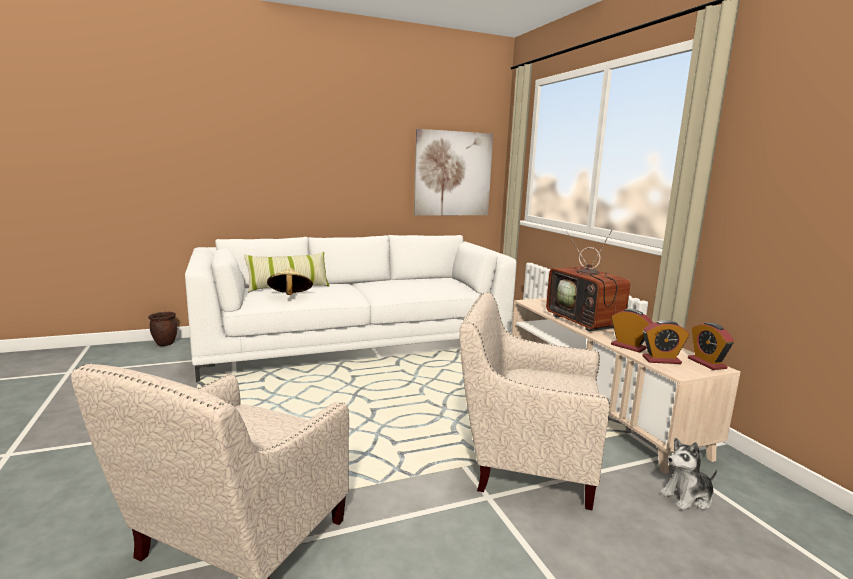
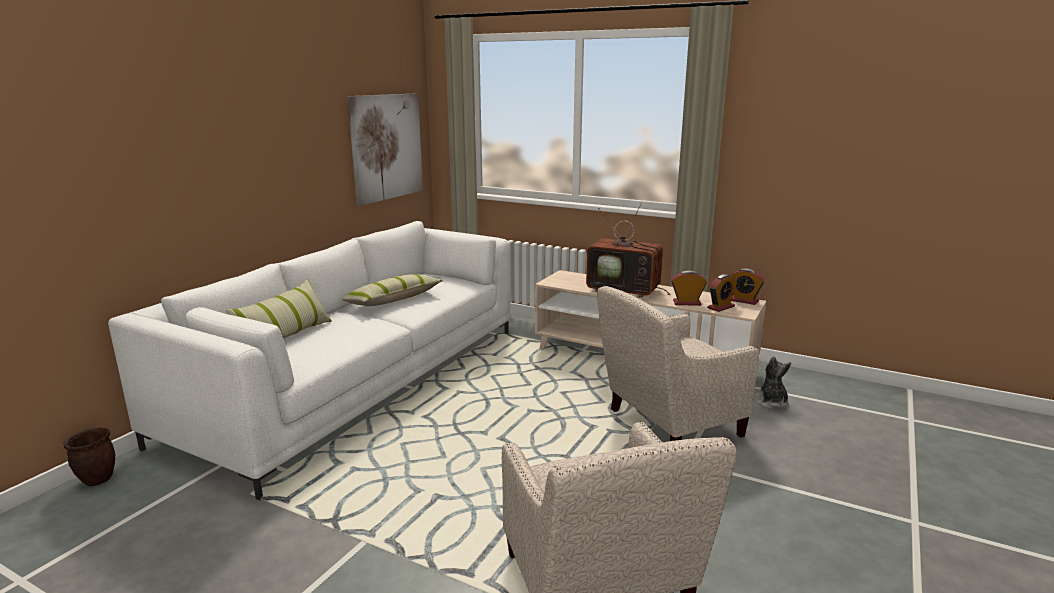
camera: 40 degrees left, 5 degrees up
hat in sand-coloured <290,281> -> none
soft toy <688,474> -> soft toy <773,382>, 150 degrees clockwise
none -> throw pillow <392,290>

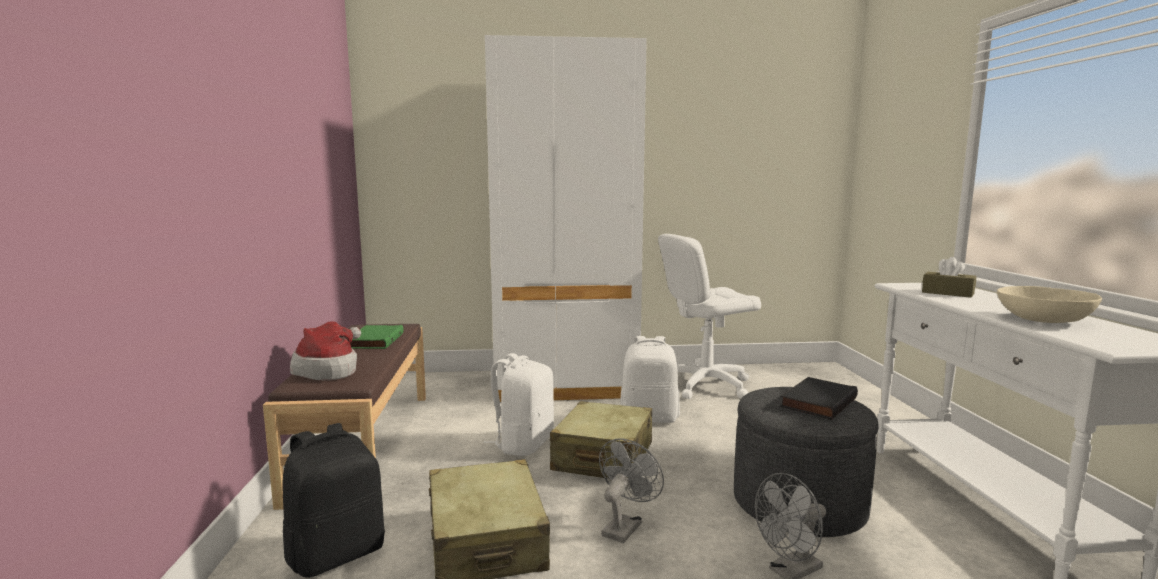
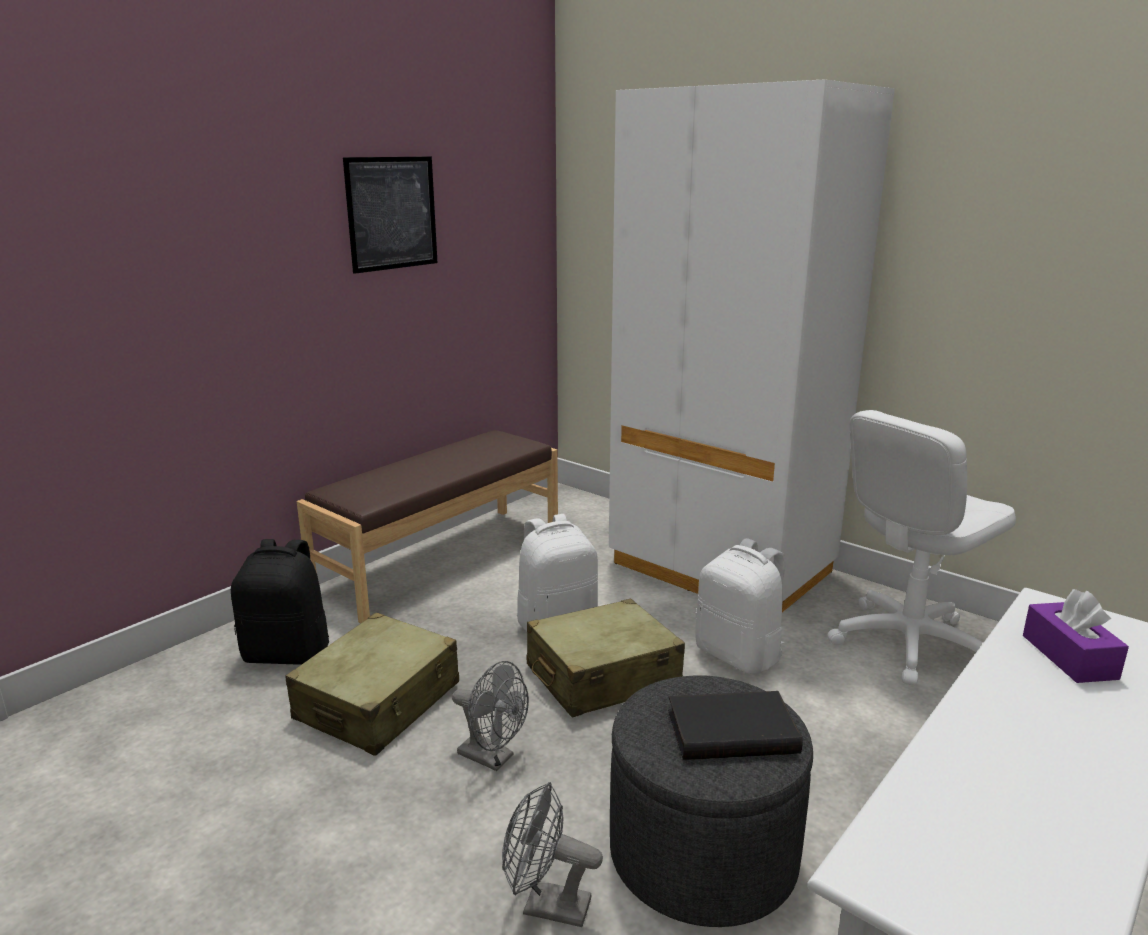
camera: 45 degrees right, 10 degrees up
computer chair in white <709,316> -> computer chair in white <921,548>, 60 degrees counterclockwise
tissue holder in brown-coloured <949,277> -> tissue holder in purplish <1076,636>
deep dish in sand-coloured <1049,304> -> none
hat <325,351> -> none
bound book in green-coloured <377,337> -> none
electric fan in greyish <631,490> -> electric fan in greyish <490,716>, 45 degrees clockwise
none -> wall art <390,215>

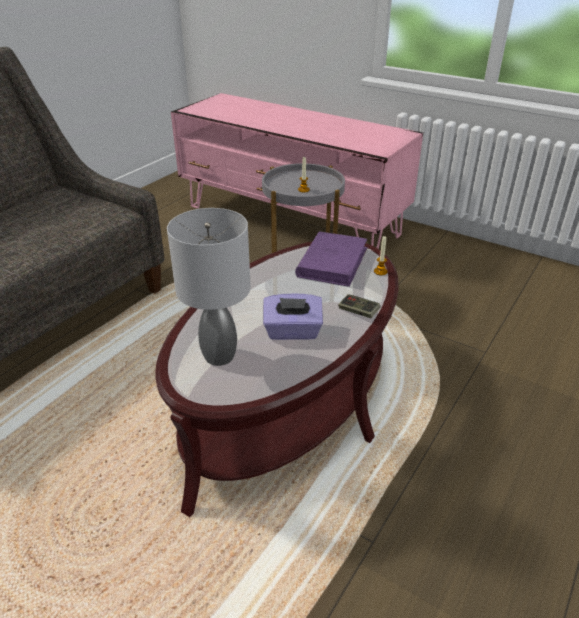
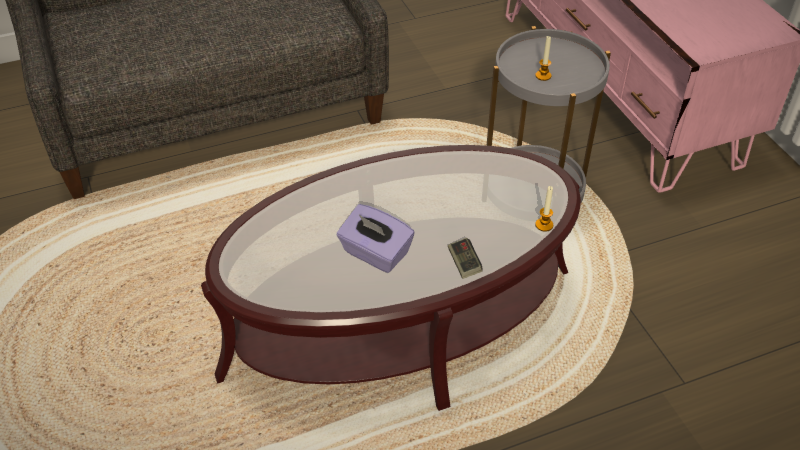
camera: 35 degrees right, 10 degrees up
table lamp in greyish <209,287> -> none
bound book in purplish <331,259> -> none

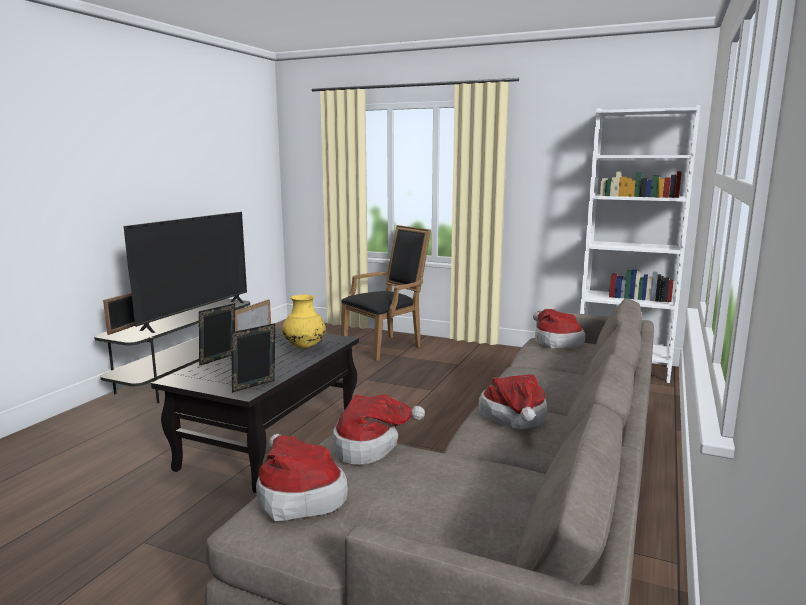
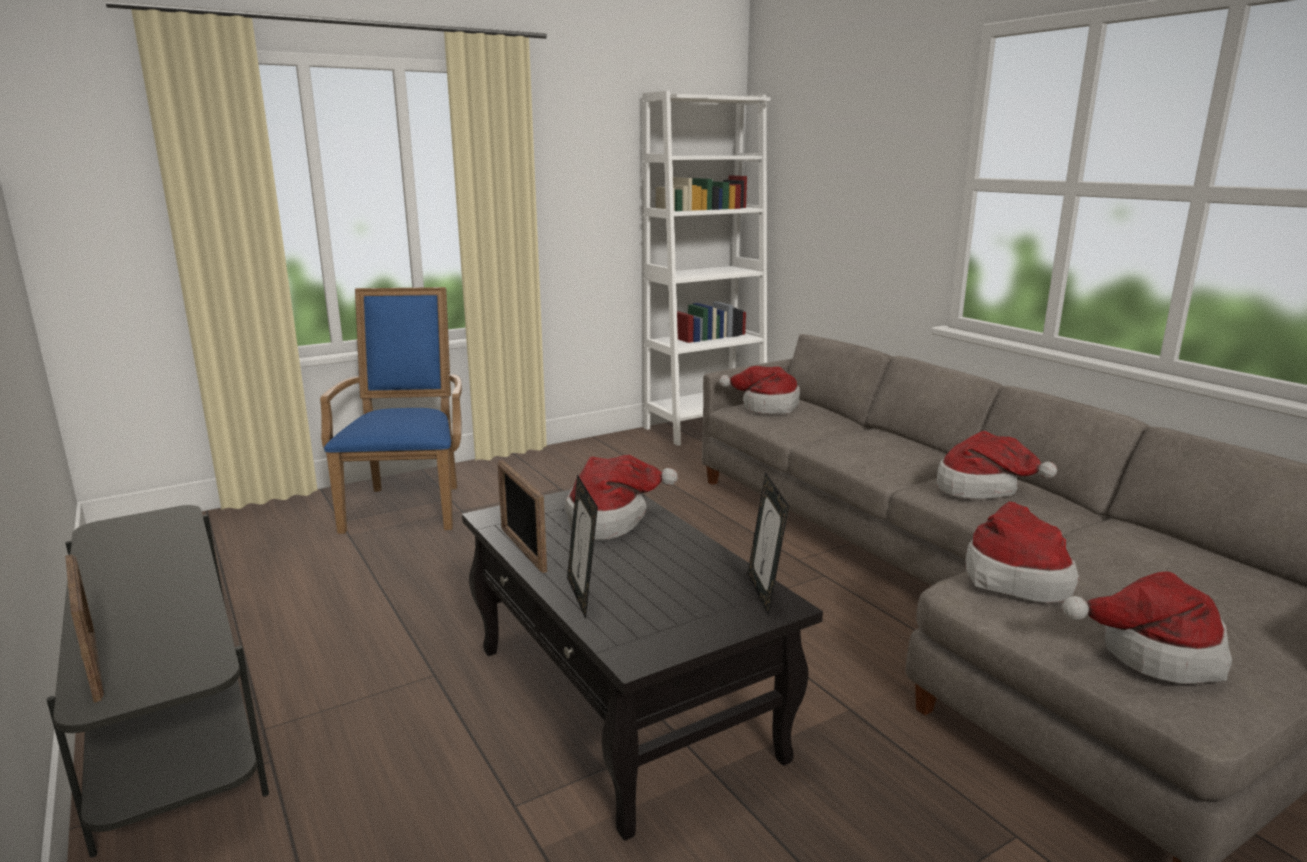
camera: 55 degrees left, 5 degrees up
television <185,272> -> none
armchair in blackish <386,293> -> armchair in blue <391,410>
flower vase in yellow-coloured <304,321> -> hat <621,497>

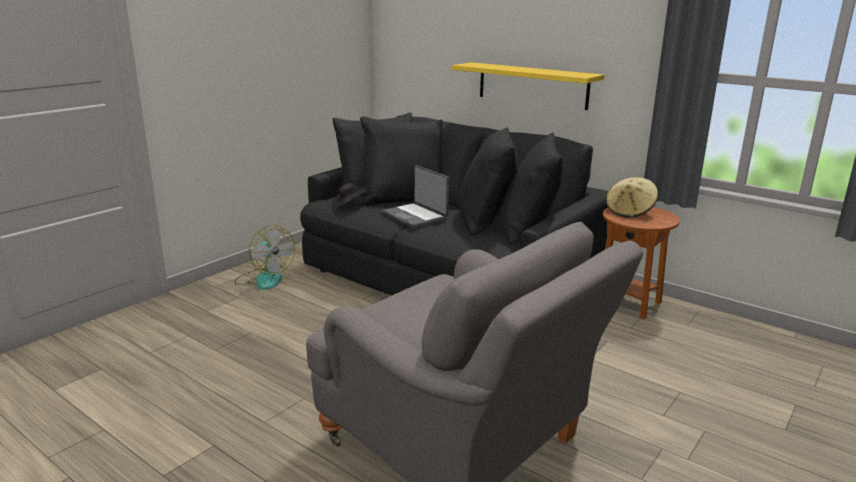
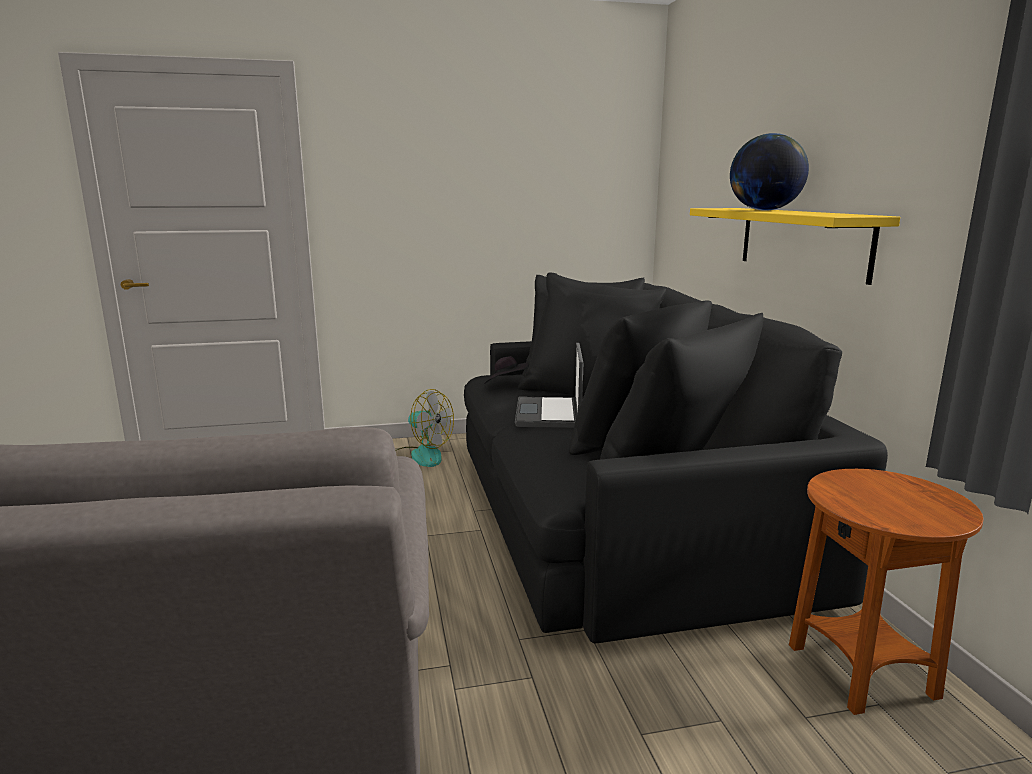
camera: 40 degrees right, 5 degrees down
hat in sand-coloured <632,197> -> none
electric fan <264,257> -> electric fan <424,428>, 60 degrees counterclockwise
none -> world globe <769,172>

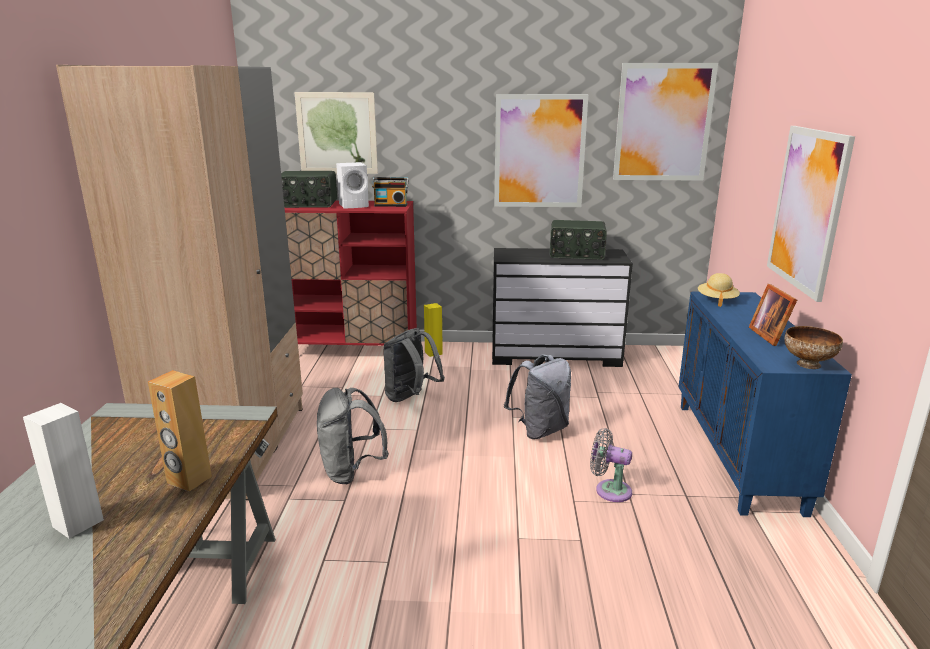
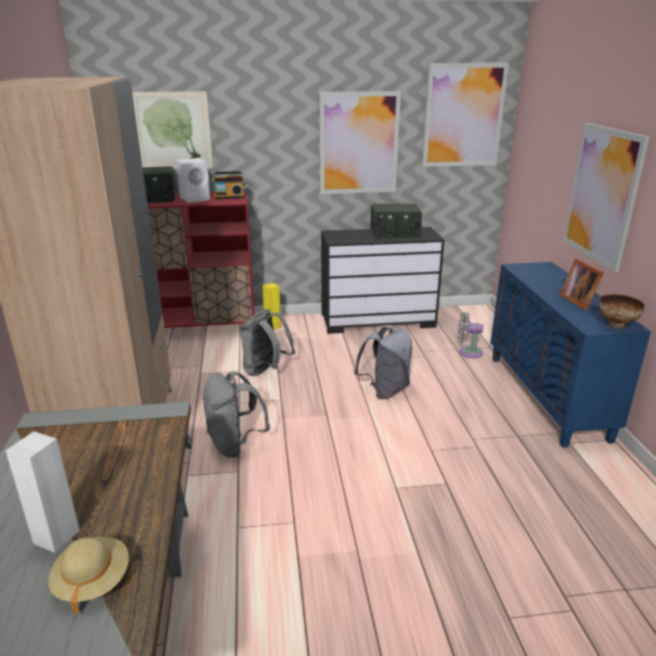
camera: 10 degrees left, 5 degrees up
hat in sand-coloured <719,290> -> hat in sand-coloured <88,576>, move
audio speaker in brown-coloured <180,431> -> none
electric fan in greyish <611,465> -> electric fan in greyish <470,335>, move

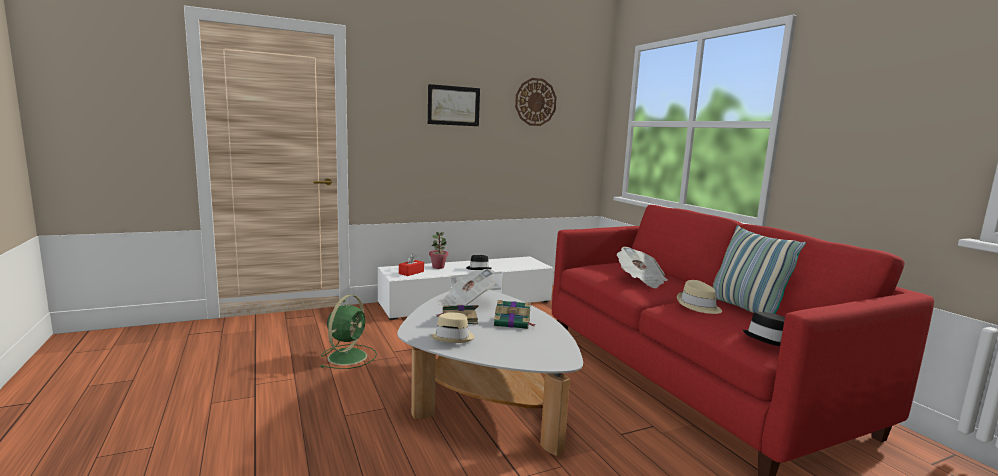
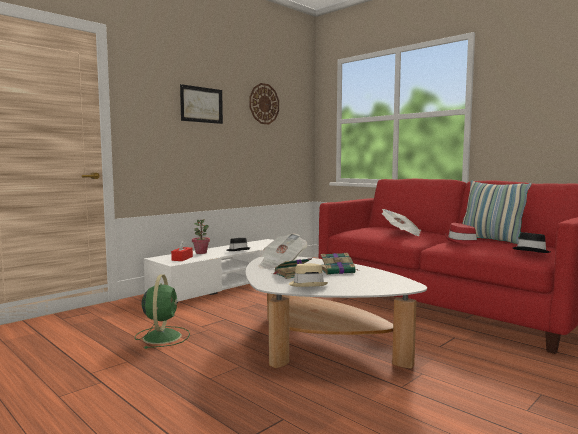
camera: 20 degrees left, 5 degrees down
hat in sand-coloured <699,297> -> hat in reddish <463,233>

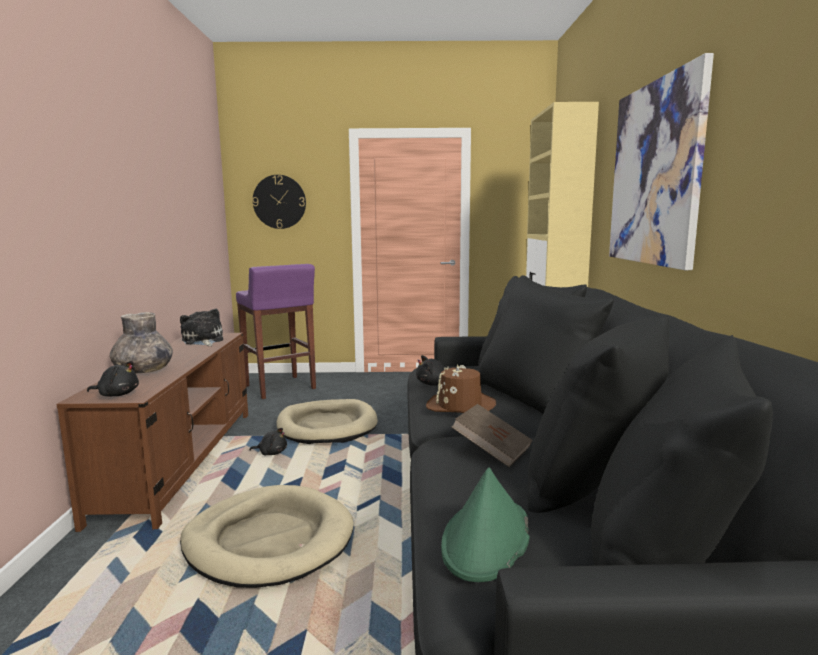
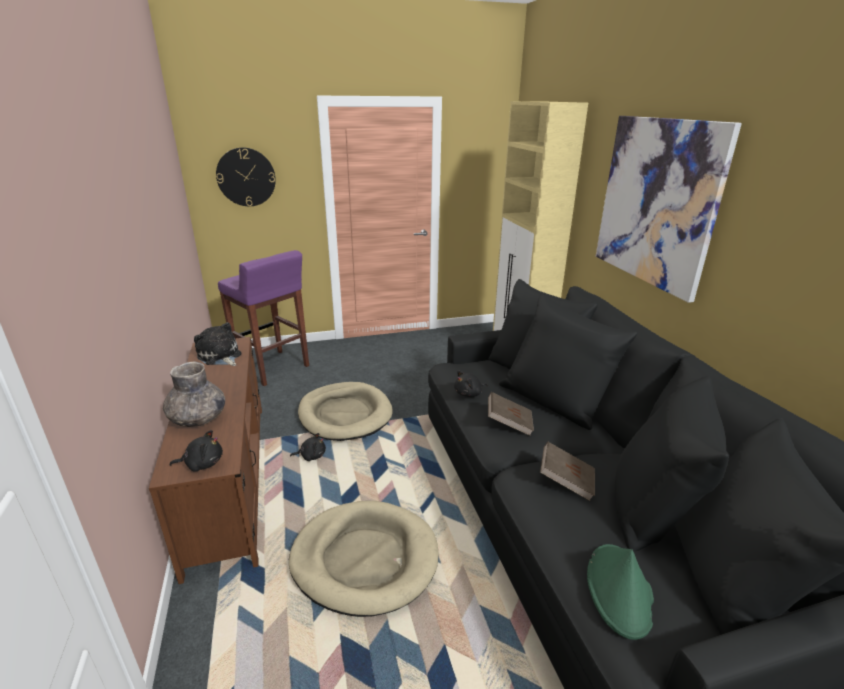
camera: 15 degrees left, 15 degrees up
hat in brown-coloured <461,389> -> bound book in brown-coloured <511,414>

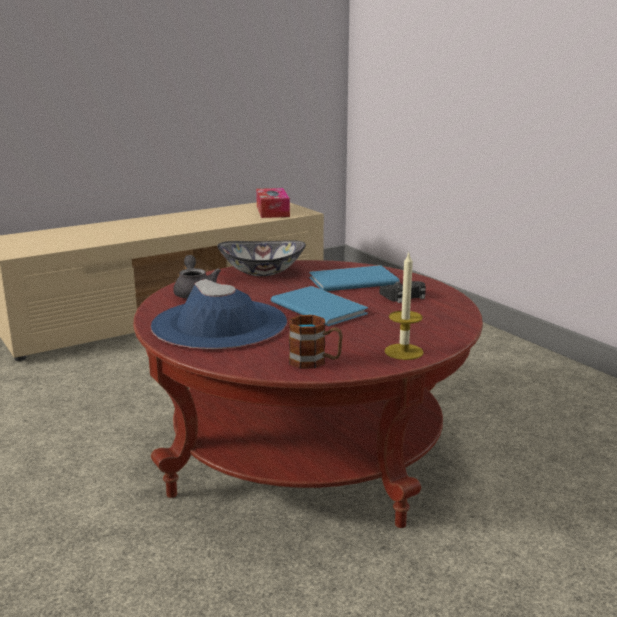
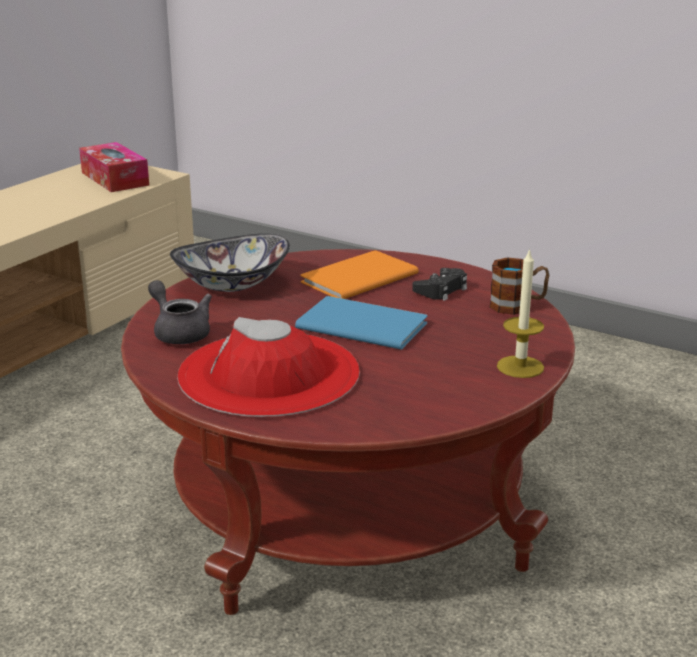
camera: 25 degrees left, 5 degrees up
bound book in blue <354,278> -> bound book in orange-coloured <360,275>
hat in blue <219,314> -> hat in reddish <268,367>
mug <316,342> -> mug <519,286>, move

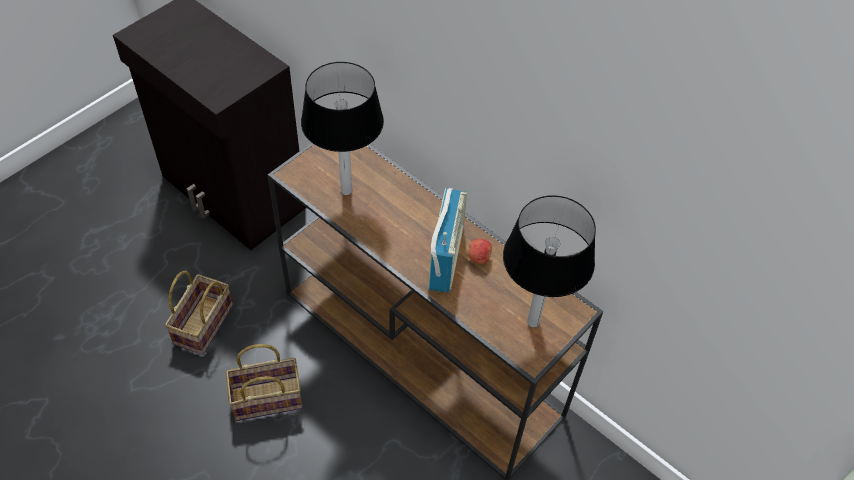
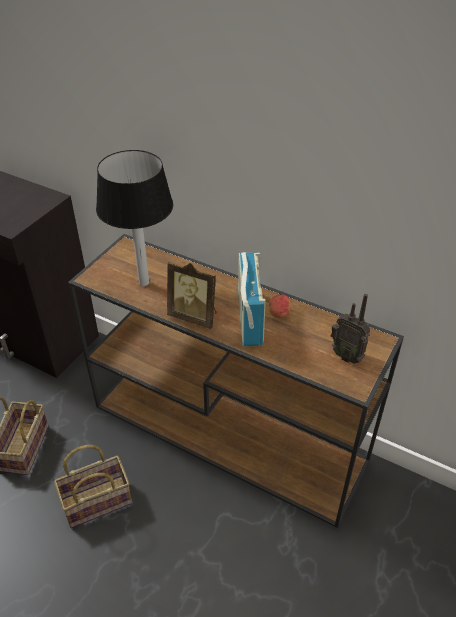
camera: 10 degrees left, 10 degrees down
table lamp <549,261> -> radio <350,329>
none -> picture frame <192,295>

